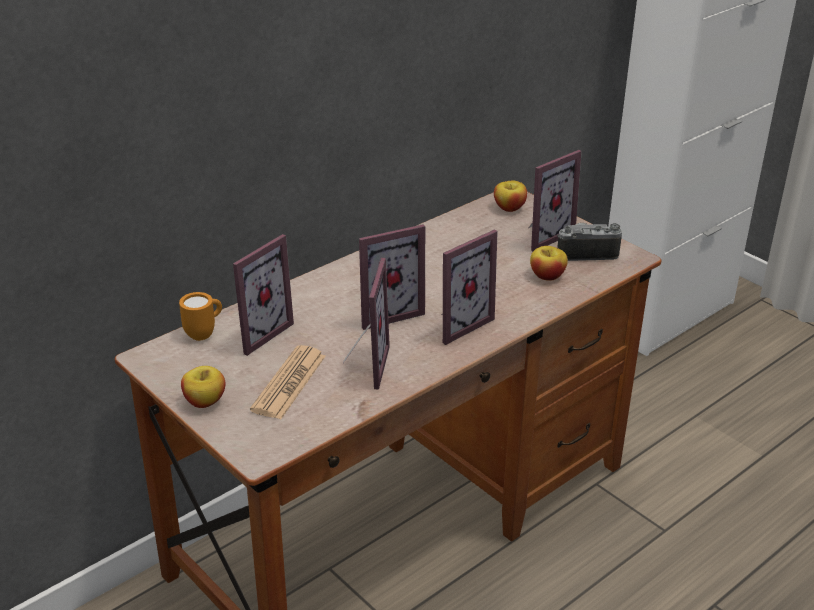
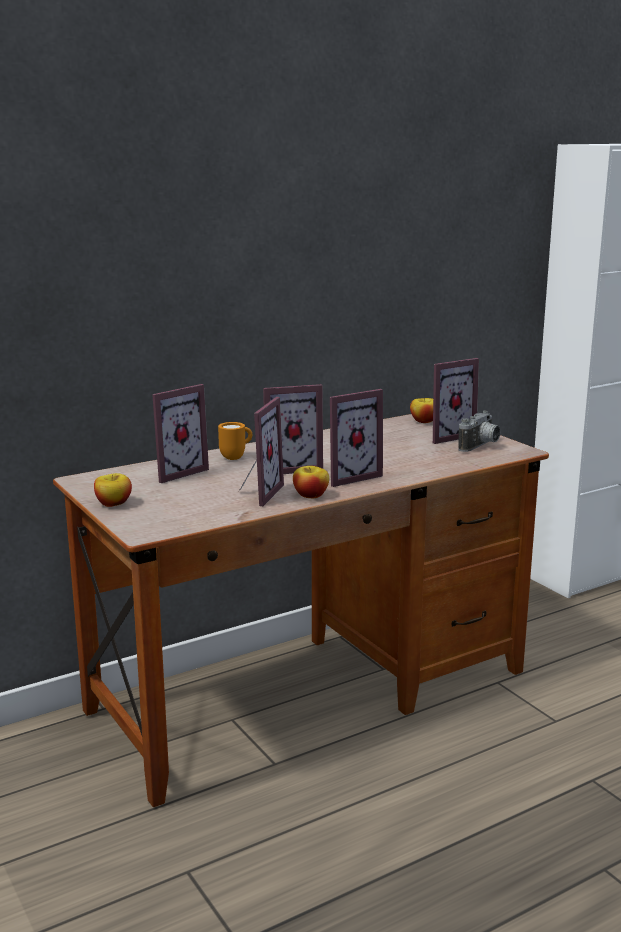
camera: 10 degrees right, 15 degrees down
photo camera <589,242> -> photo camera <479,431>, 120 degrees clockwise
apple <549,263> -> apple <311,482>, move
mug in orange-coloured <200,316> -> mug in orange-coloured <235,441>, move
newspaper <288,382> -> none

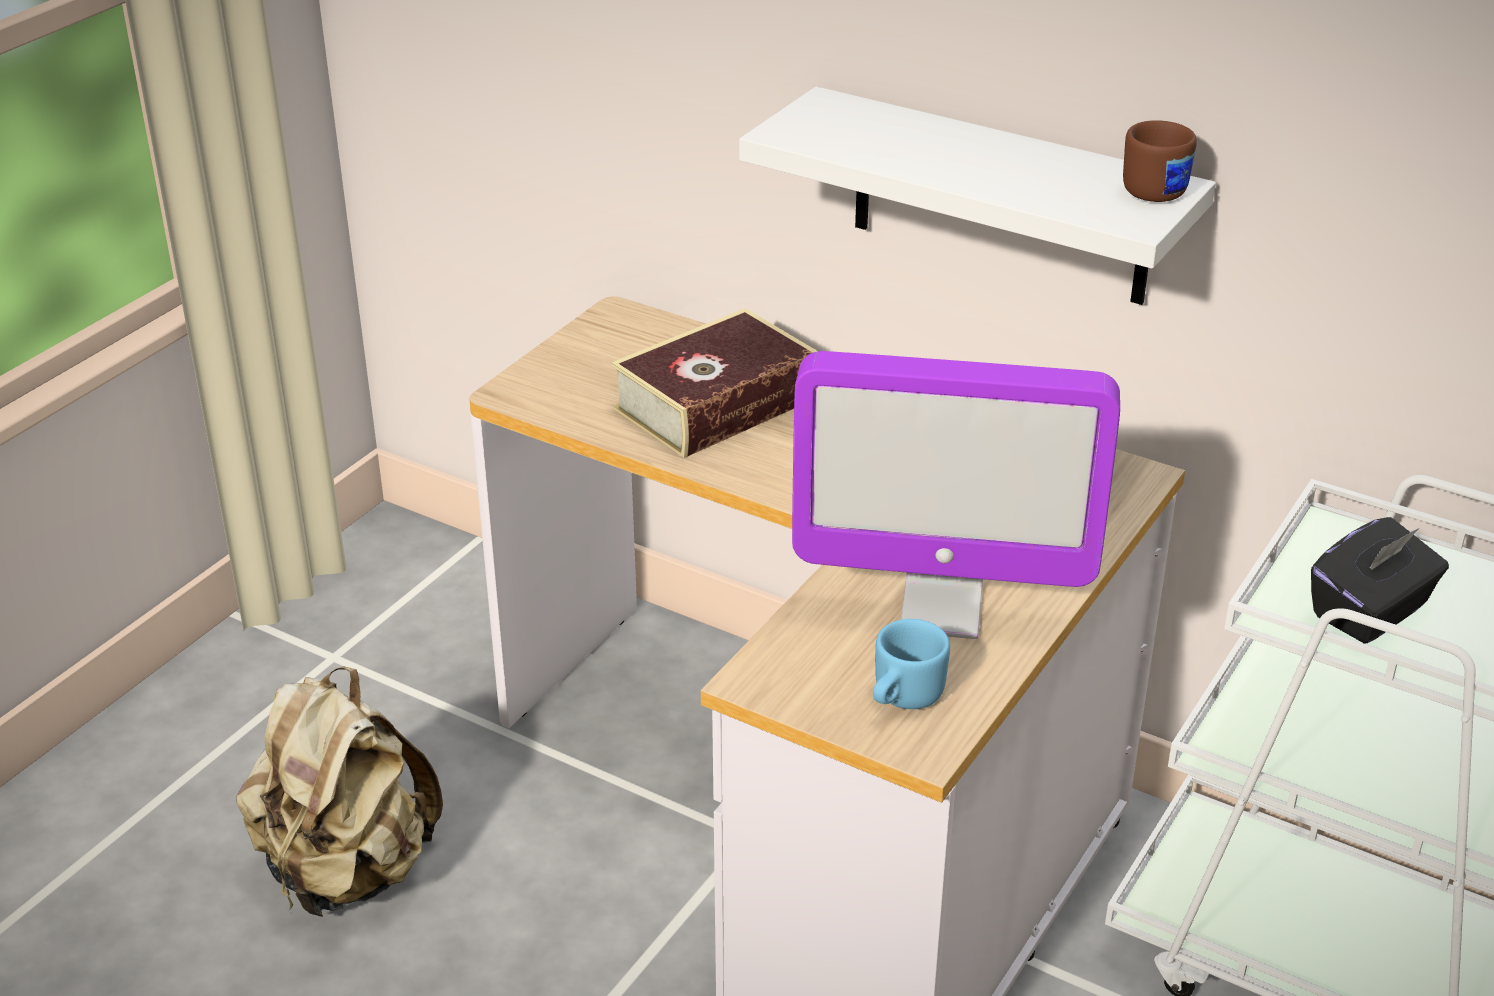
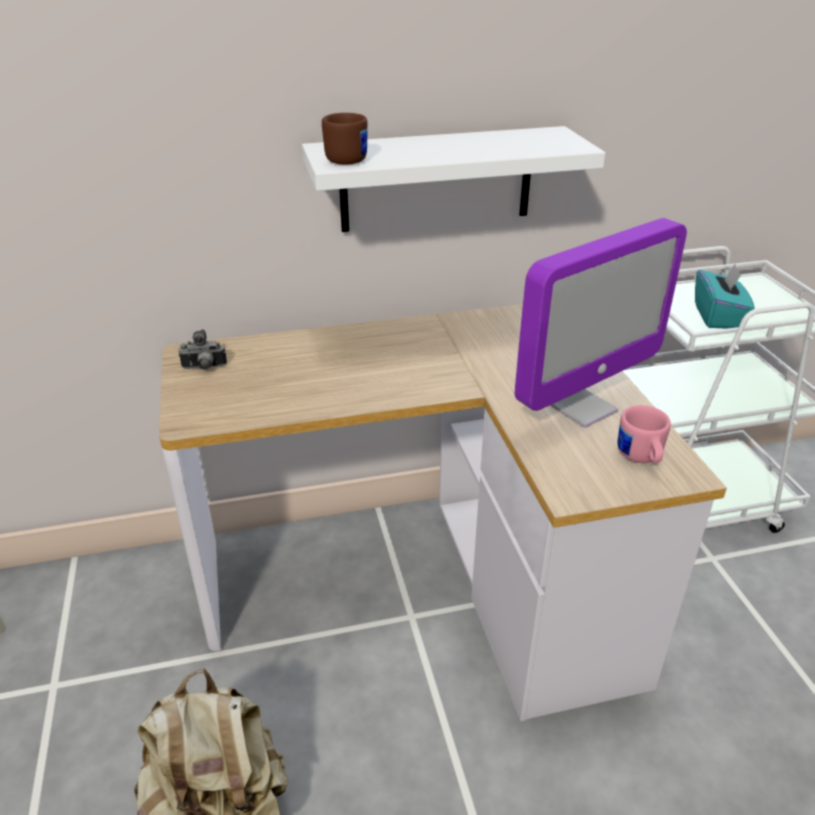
camera: 45 degrees left, 0 degrees up
mug in brown-coloured <1160,161> -> mug in brown-coloured <345,139>, move
bound book <714,383> -> none
tissue holder in blackish <1380,580> -> tissue holder in turquoise-coloured <725,296>
mug in blue <911,664> -> mug in pinkish <644,434>
none -> photo camera <202,349>

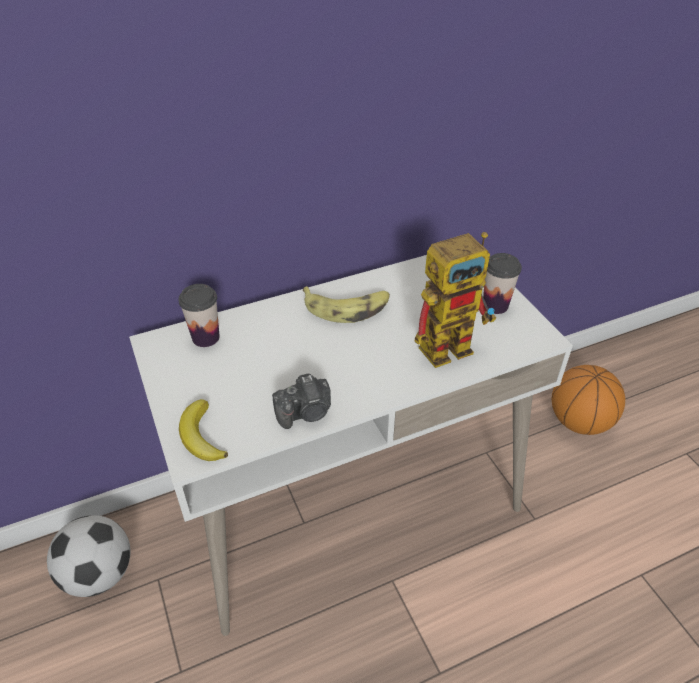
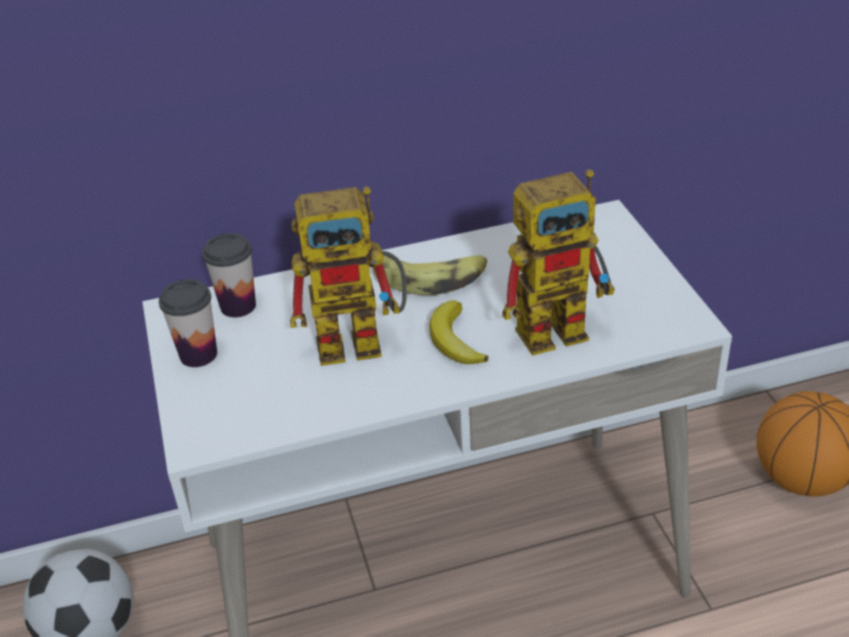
camera: 10 degrees right, 5 degrees down
small cup <502,283> -> small cup <188,323>, move
photo camera <301,401> -> none
banana <203,430> -> banana <459,332>, move
none -> toy robot <348,276>

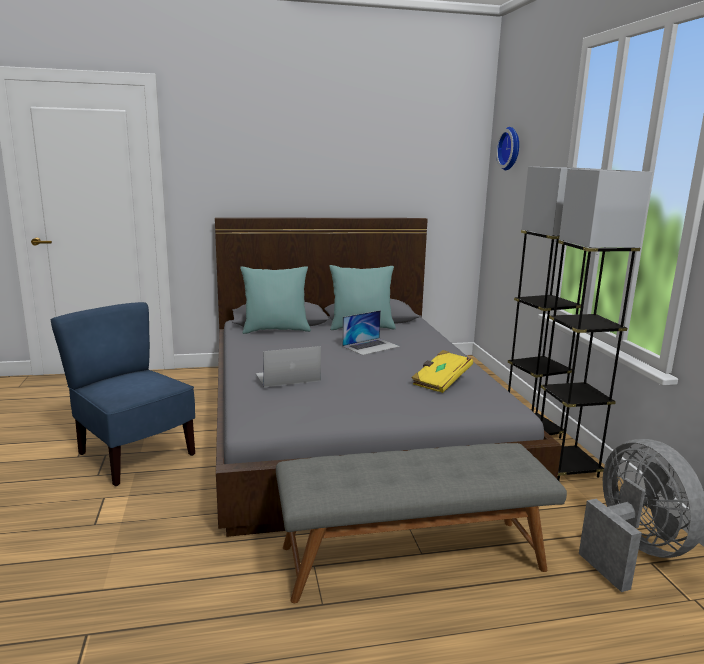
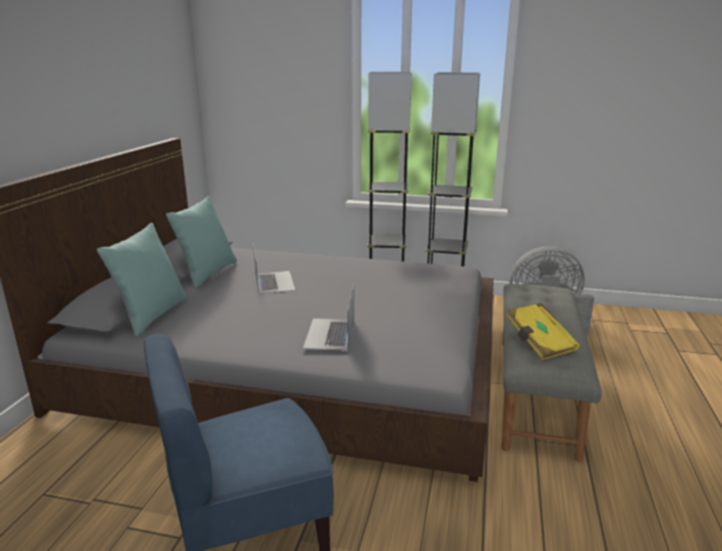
camera: 65 degrees left, 5 degrees up
clock on the wall <507,148> -> none
bound book in yellow-coloured <442,371> -> bound book in yellow-coloured <543,331>, move

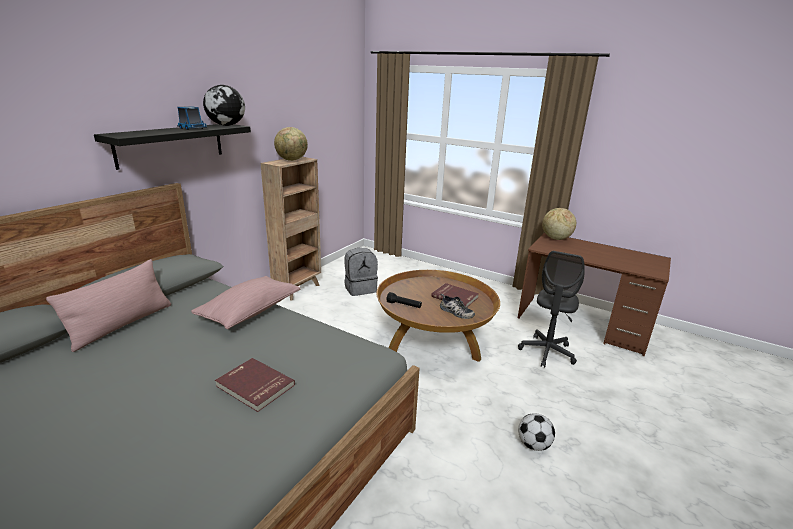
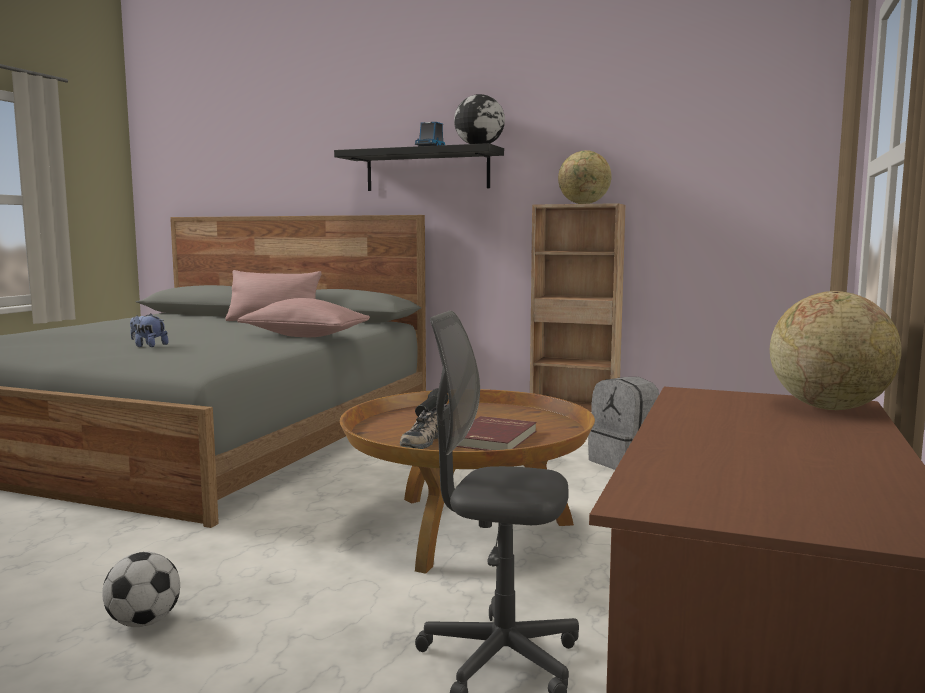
camera: 80 degrees right, 15 degrees down
bound book in reddish <255,385> -> soft toy <149,330>

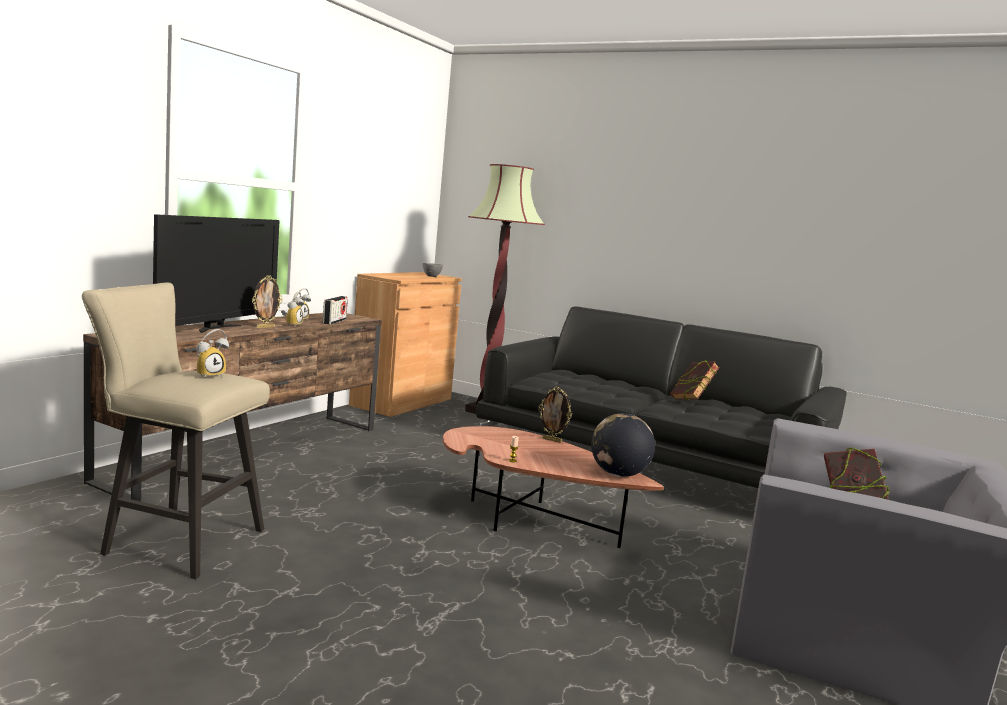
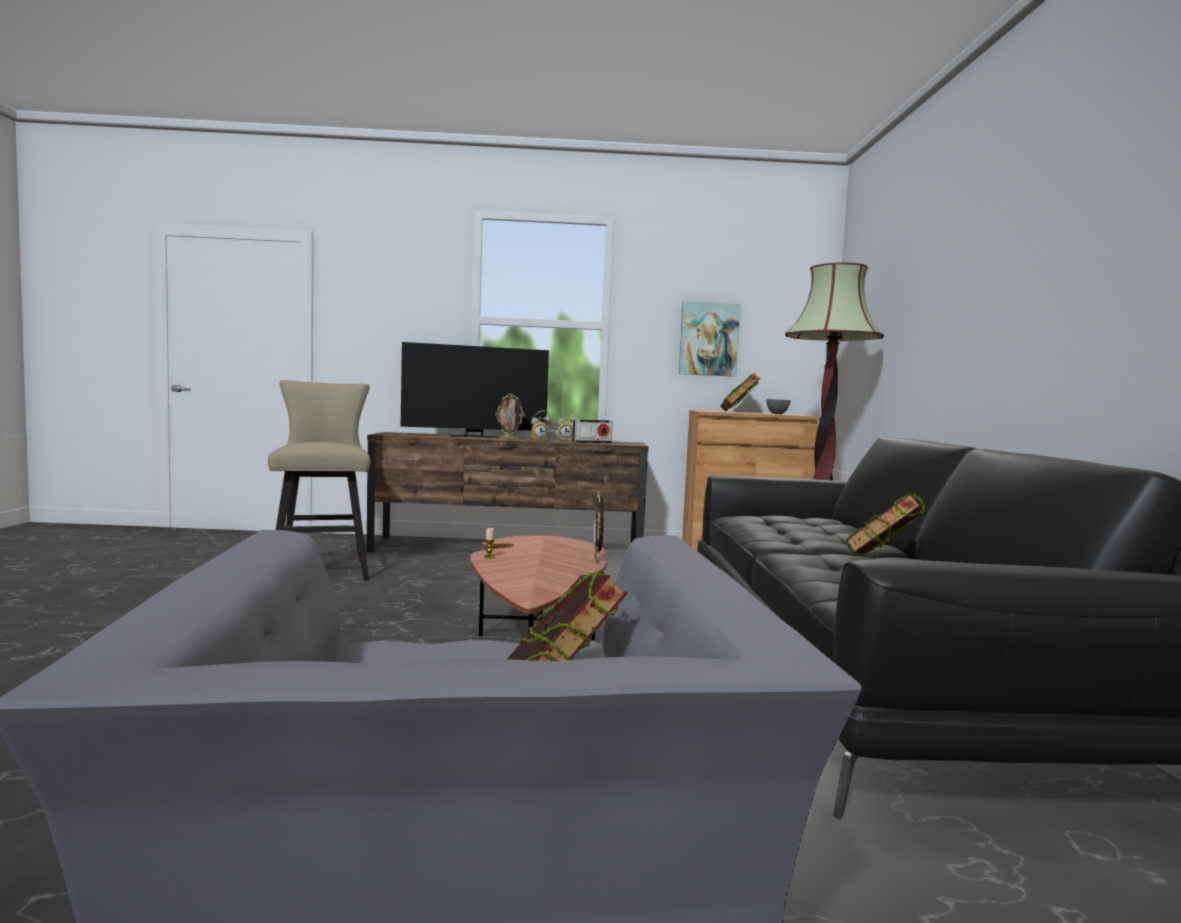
camera: 60 degrees right, 5 degrees down
bedside clock <212,354> -> none
world globe <623,445> -> none
none -> wall art <710,339>
none -> bound book <740,392>

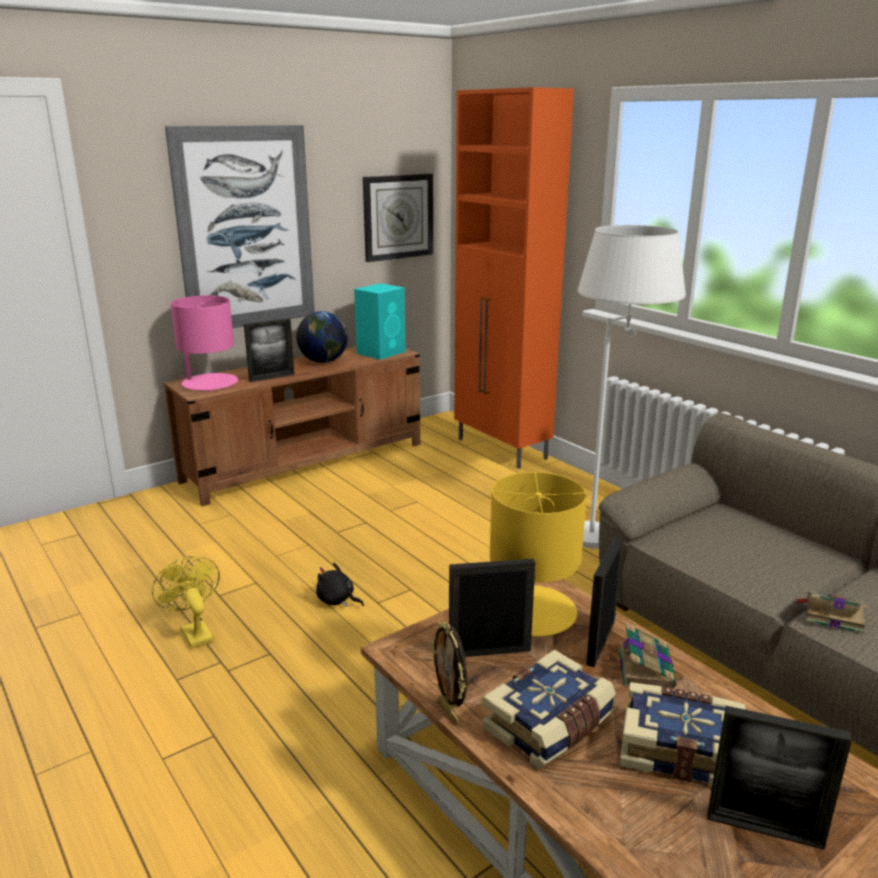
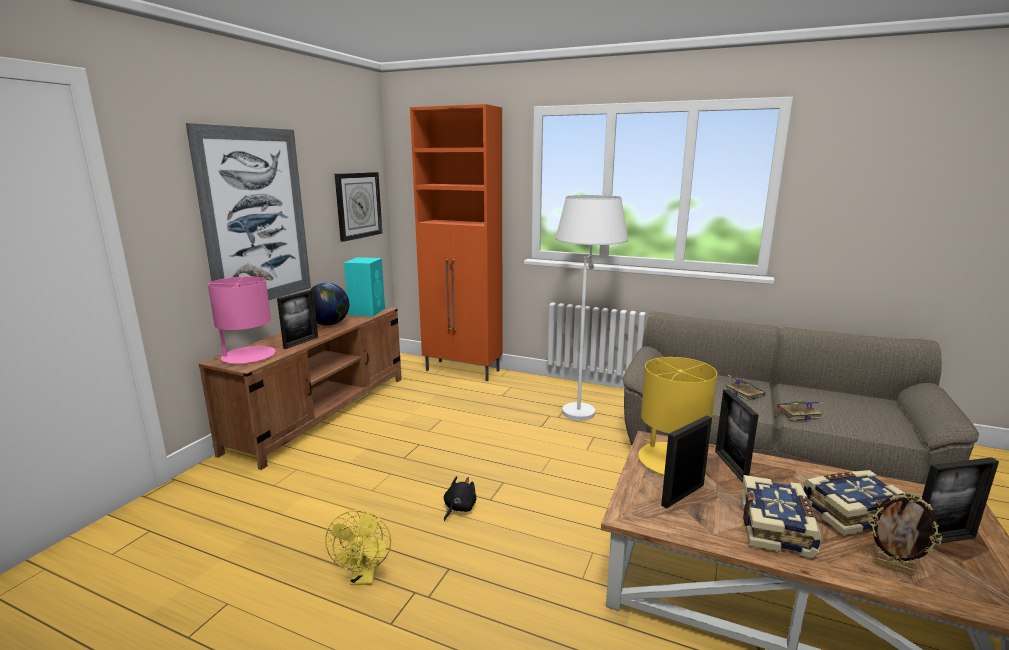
camera: 30 degrees left, 5 degrees down
electric fan in yellow-coloured <186,602> -> electric fan in yellow-coloured <358,547>, 120 degrees counterclockwise
soft toy in blackish <340,585> -> soft toy in blackish <460,498>, 120 degrees clockwise
picture frame <449,673> -> picture frame <905,534>, move
bound book <647,656> -> bound book <745,388>, move

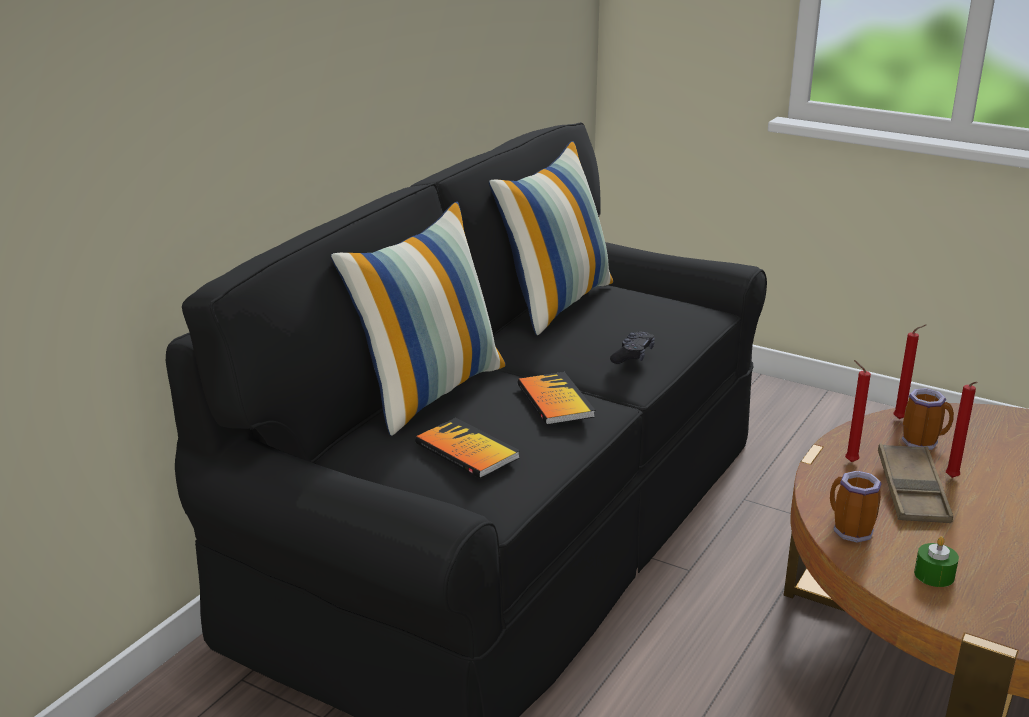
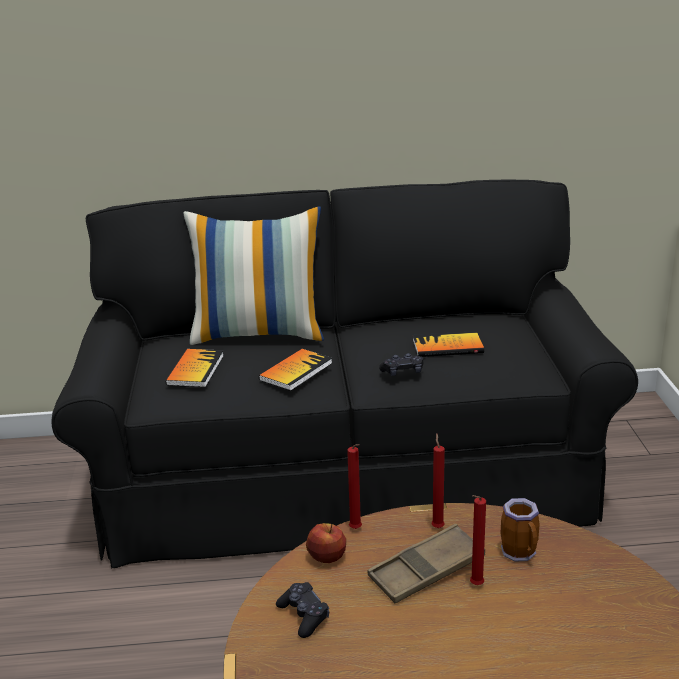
camera: 55 degrees right, 0 degrees up
throw pillow <551,238> -> none
wax candle in reddish <909,372> -> wax candle in reddish <354,486>, move
mug <856,507> -> apple <326,543>
wax candle in green-coloured <936,562> -> game controller in blackish <302,610>
none -> bound book <448,344>

